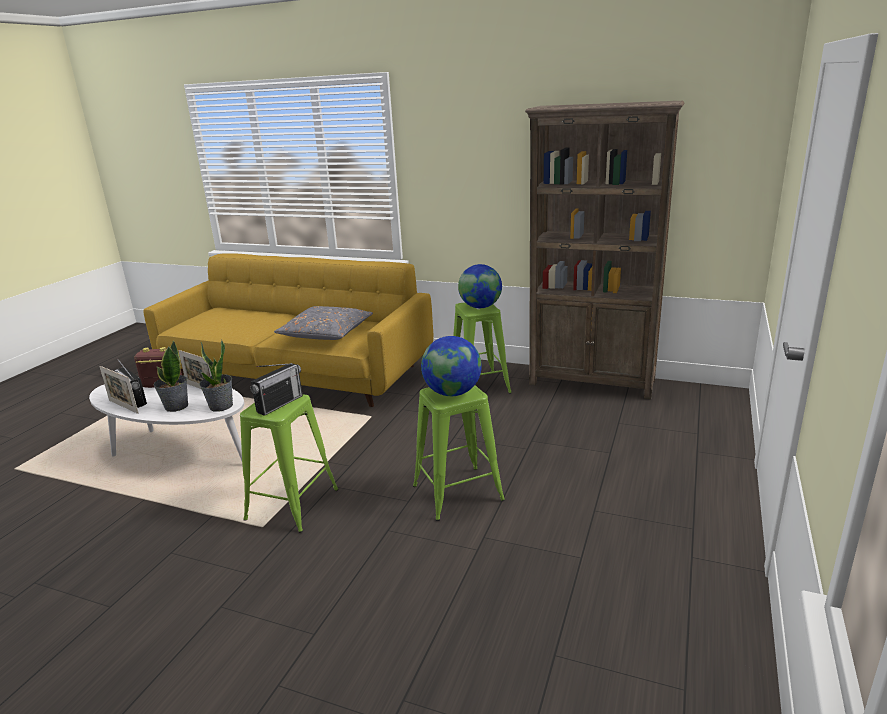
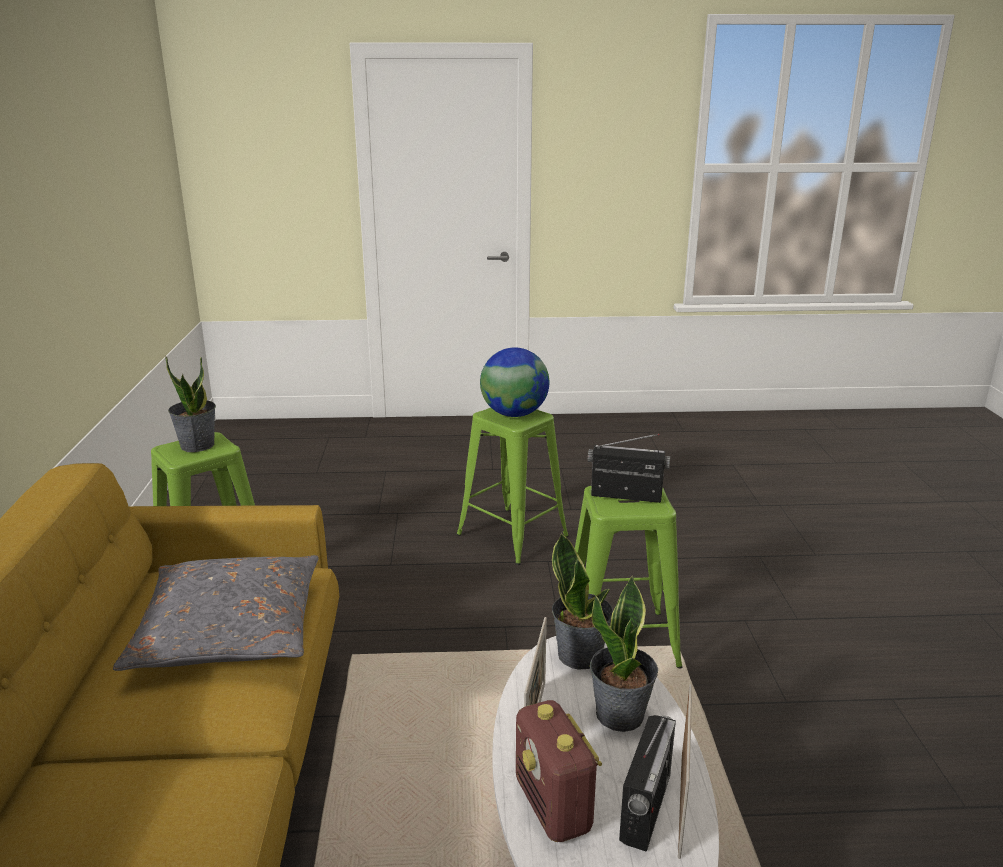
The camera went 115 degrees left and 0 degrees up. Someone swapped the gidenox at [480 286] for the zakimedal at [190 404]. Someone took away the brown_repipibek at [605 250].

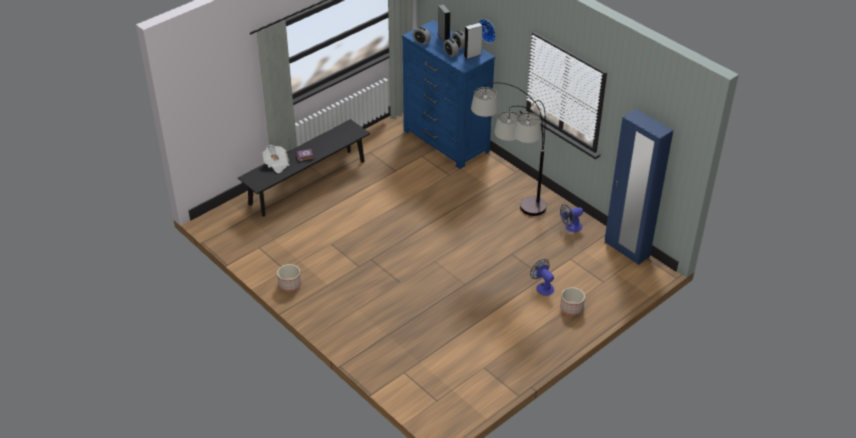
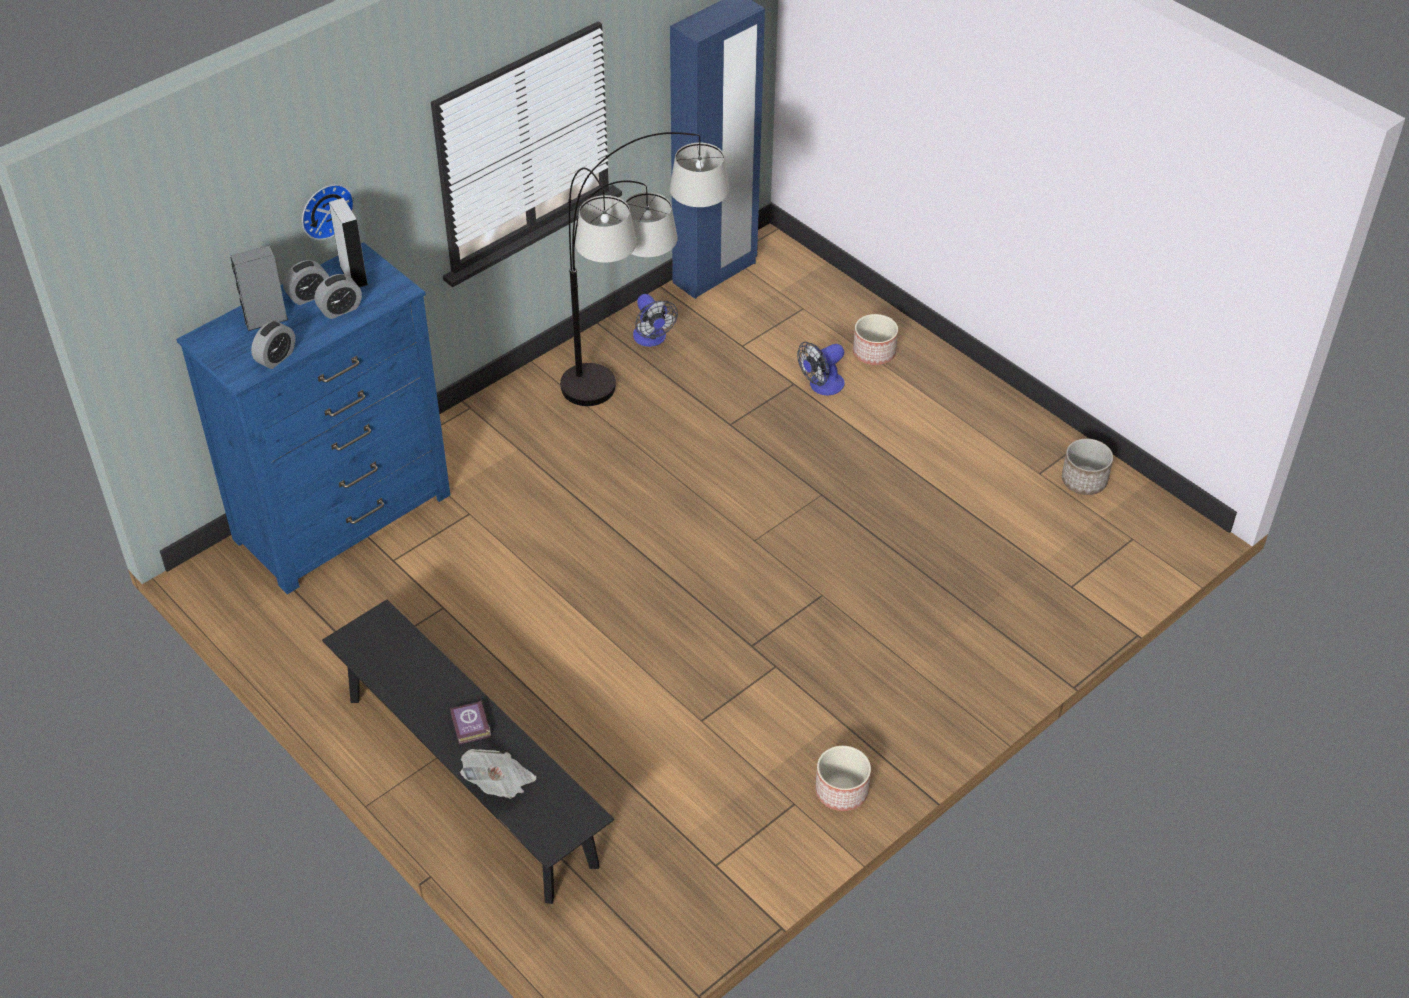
The camera went 90 degrees left and 5 degrees up. Someone put down the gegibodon at [1087 467].

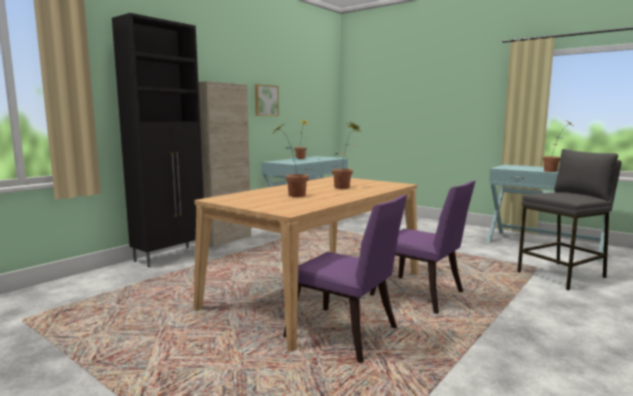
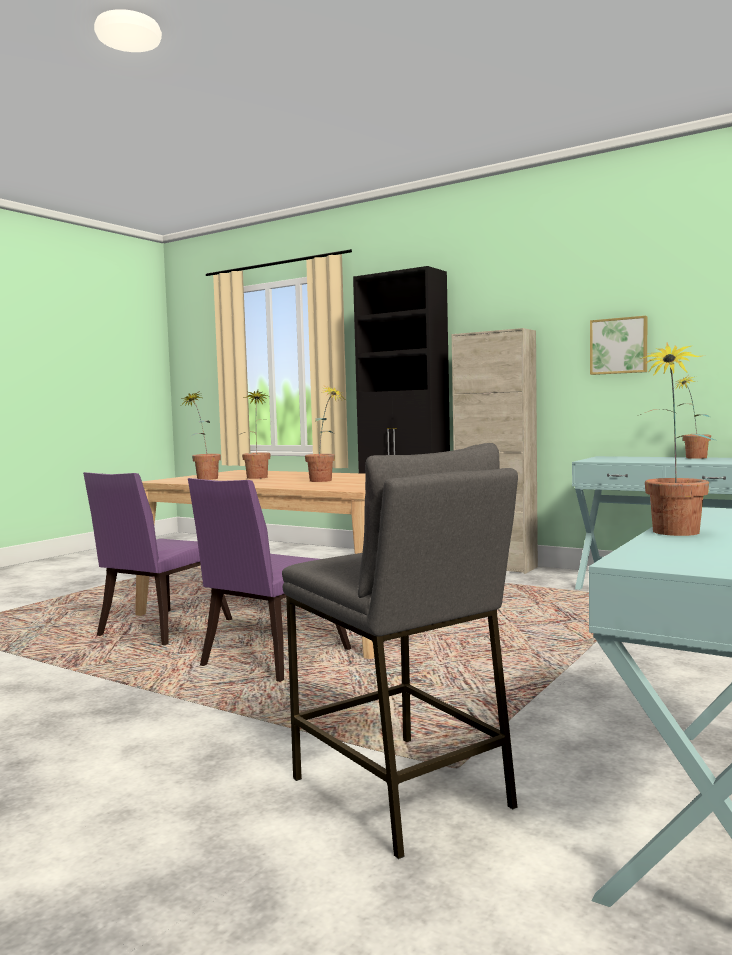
The camera went 85 degrees right and 5 degrees down. Someone put down the zakimedal at [201 436].

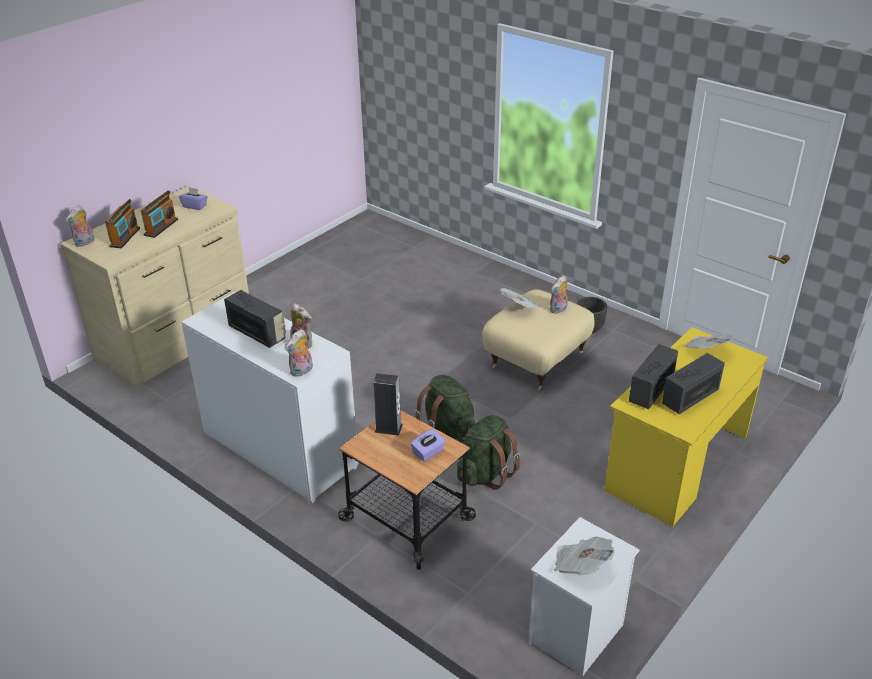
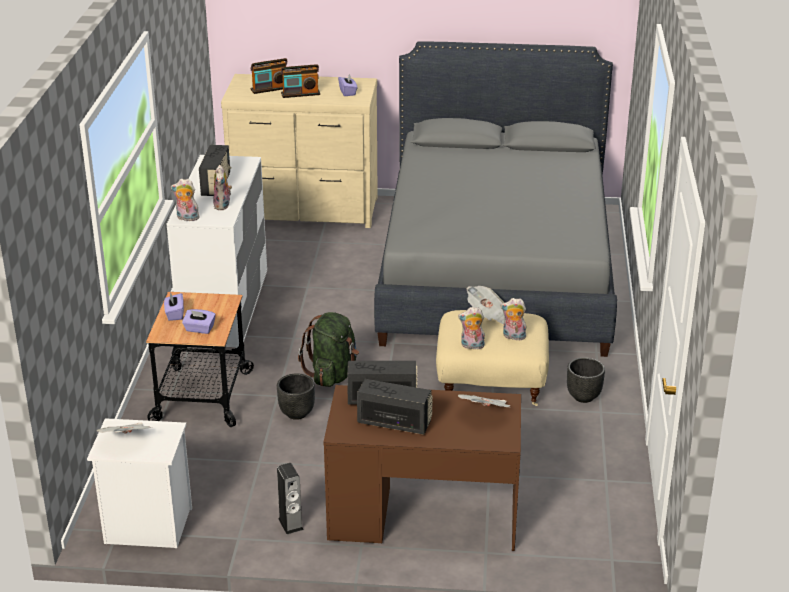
The camera went 55 degrees right and 5 degrees down. Someone put down the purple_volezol at [174 306]. Someone swapped the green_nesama at [488 452] for the black_gegibodon at [296 396]. Someone carried the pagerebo from [388 404] to [290 498]. Someone repainted the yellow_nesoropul at [686 427], which became the brown_nesoropul at [422 468]. Someone put down the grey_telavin at [495 199]. Someone carried the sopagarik from [79 226] to [471 328].

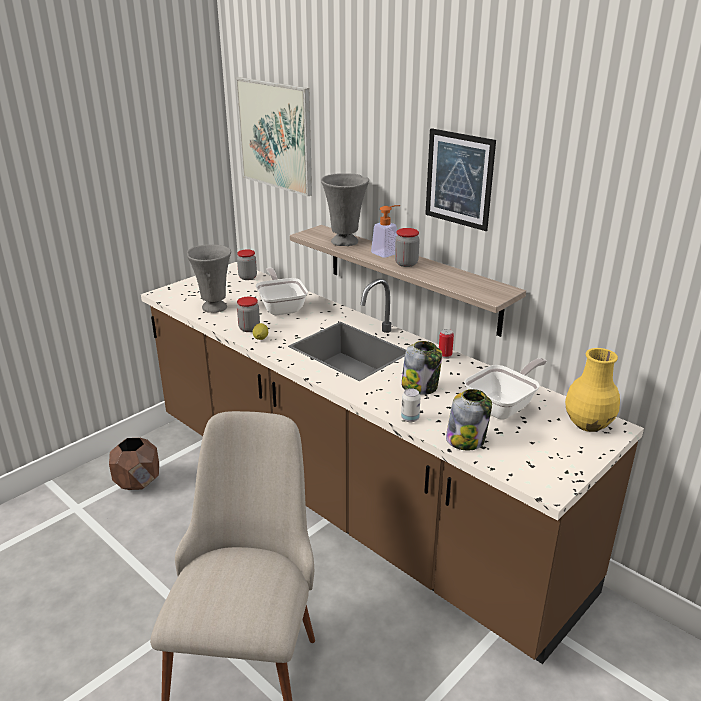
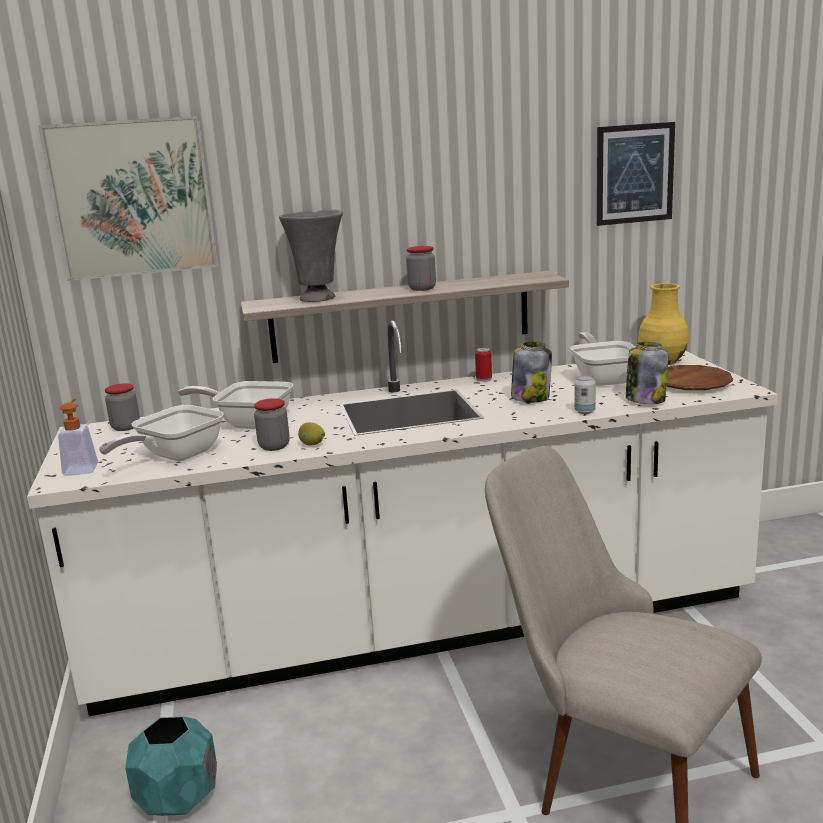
The camera went 55 degrees left and 10 degrees down. Someone repainted the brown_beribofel at [392 463], which became the white_beribofel at [402 518]. Someone carried the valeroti from [385 231] to [78 437]. Someone swapped the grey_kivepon at [209 279] for the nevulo at [161 433]. Someone repainted the brown_gegibodon at [134 464], which became the turquoise_gegibodon at [171 766]. Someone carried the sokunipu from [460 179] to [636 174]. Someone put down the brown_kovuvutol at [700 377].

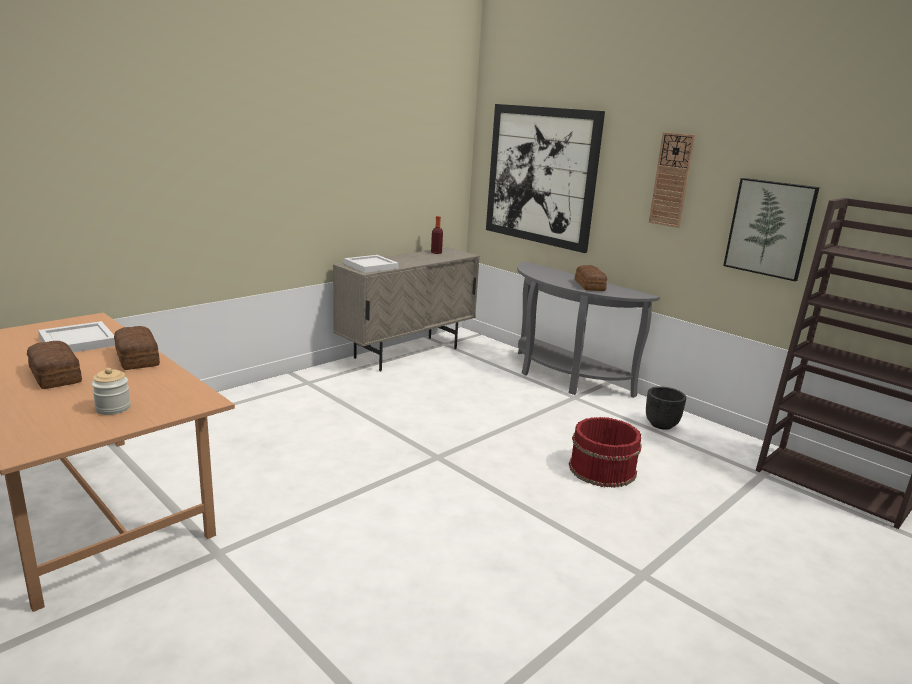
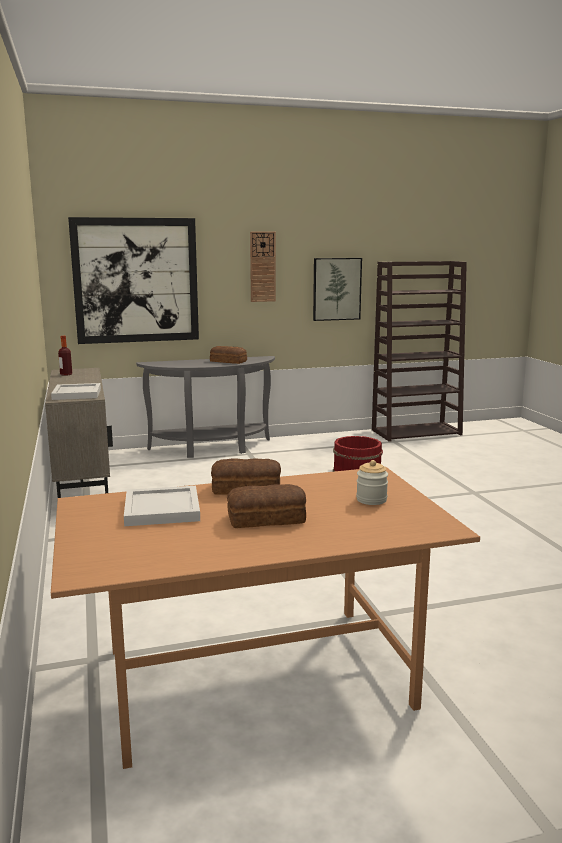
The camera went 60 degrees left and 5 degrees down. Someone took away the black_gegibodon at [666 408].

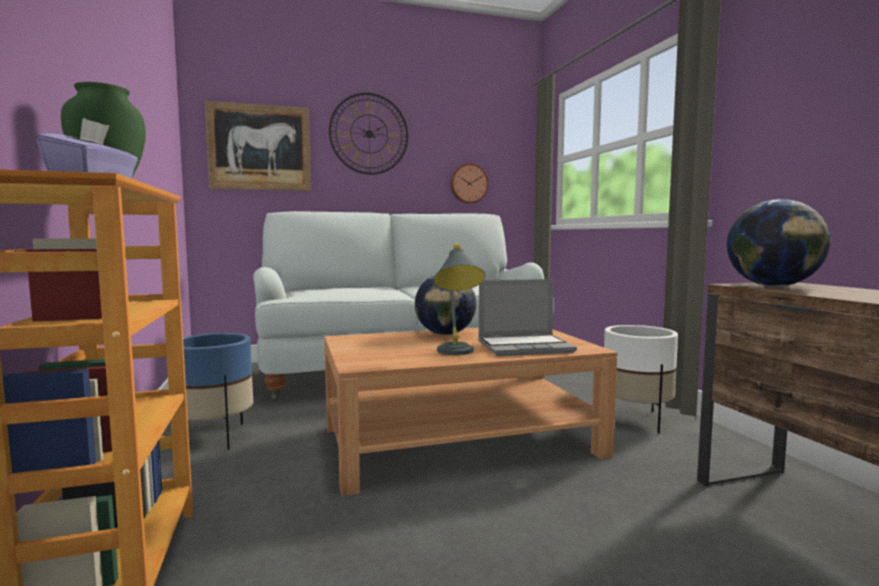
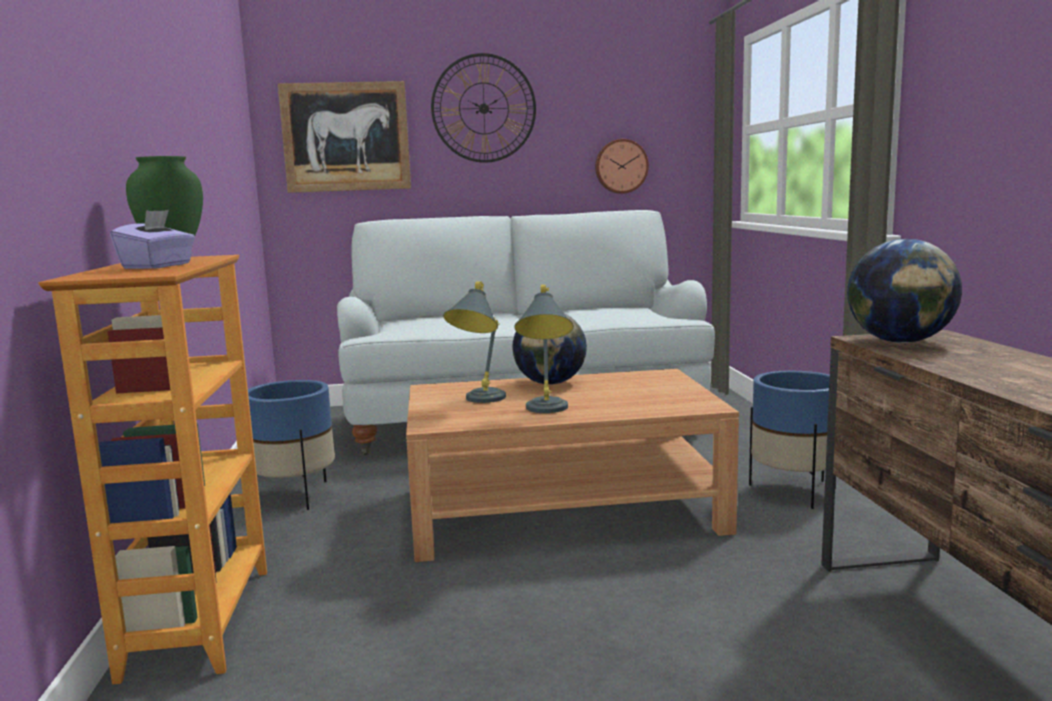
The camera went 10 degrees right and 5 degrees up. Someone put down the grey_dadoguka at [474 342]. Someone repainted the white_gegibodon at [641 379], which became the blue_gegibodon at [789 440]. Someone took away the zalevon at [527 317].

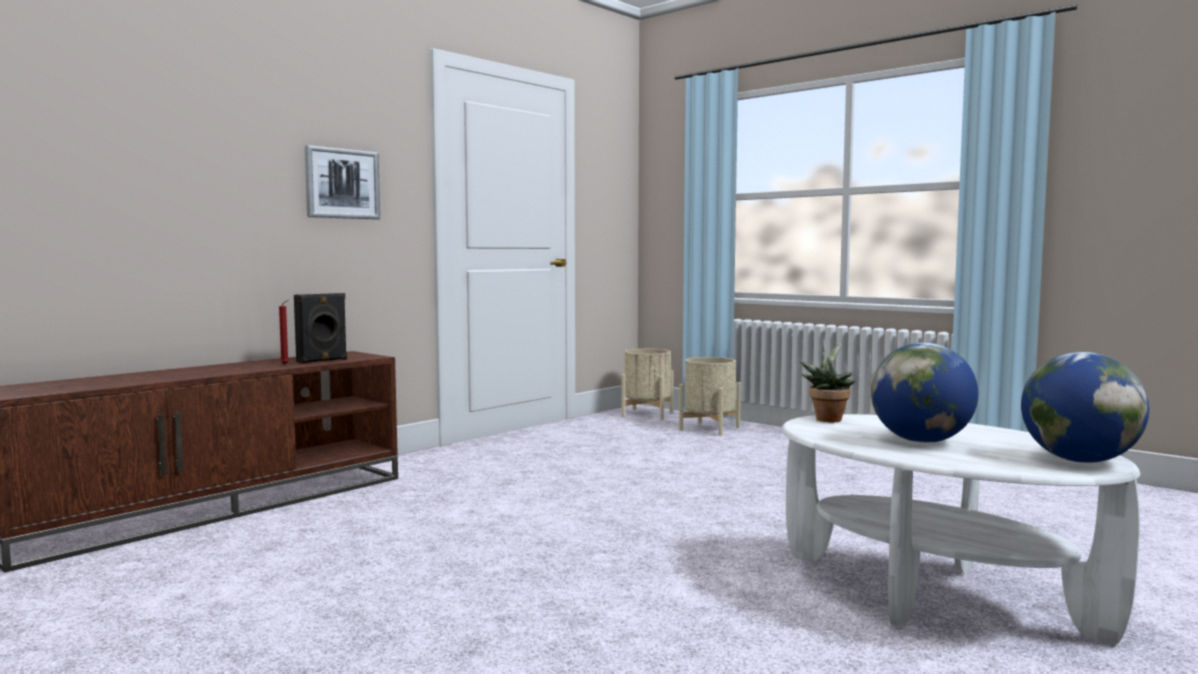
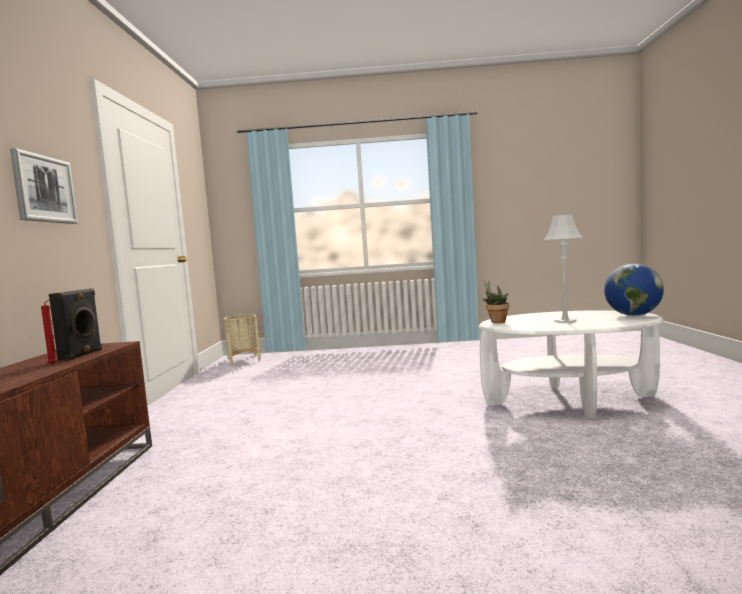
The camera went 40 degrees left and 0 degrees up. Someone swapped the gidenox at [924 393] for the grey_dadoguka at [563 268]. Someone took away the beige_gegibodon at [710 396].

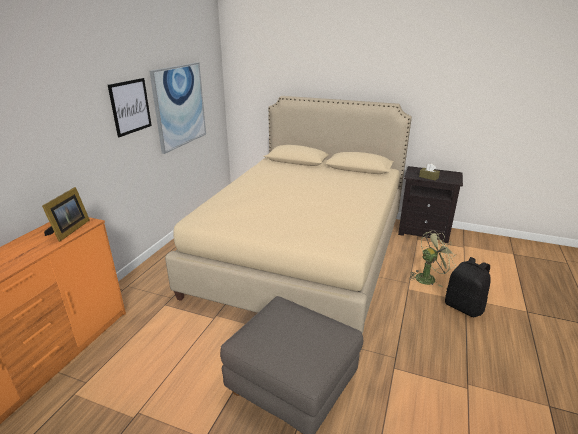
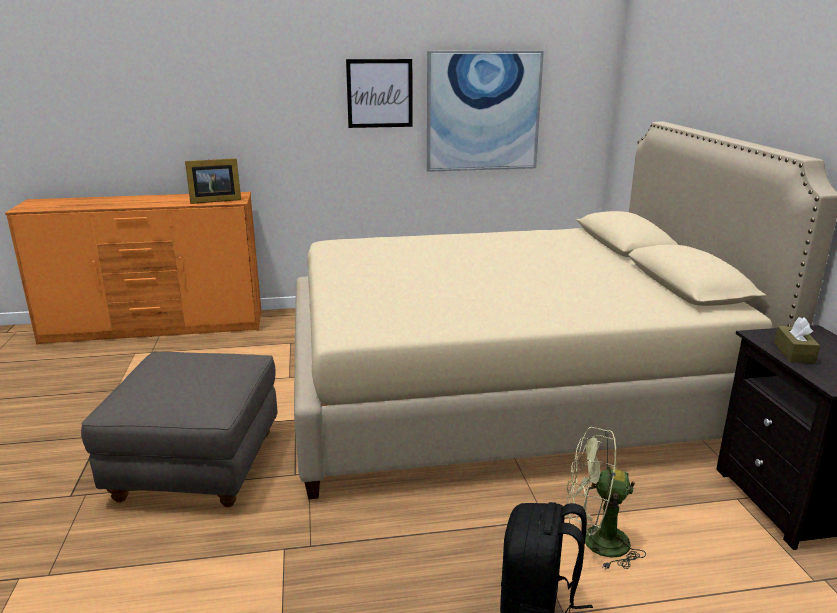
The camera went 60 degrees right and 5 degrees down. Someone rotated the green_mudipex at [433 258] by 150 degrees clockwise.

